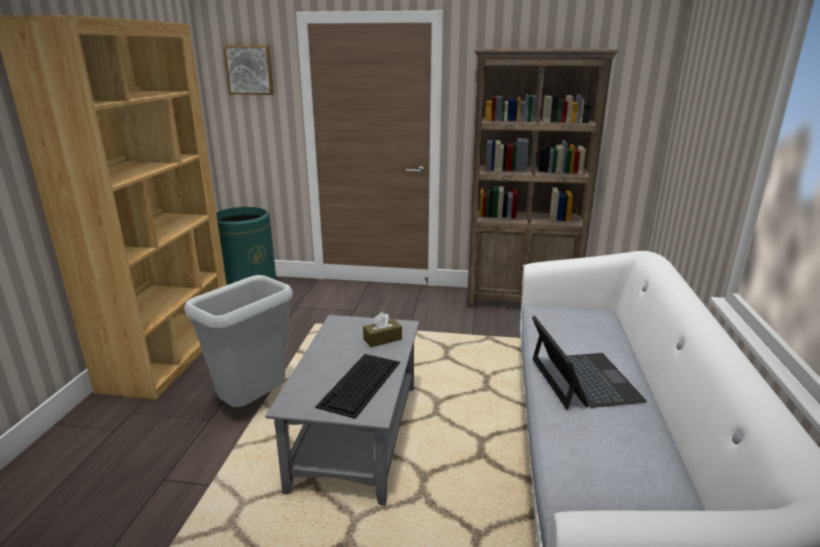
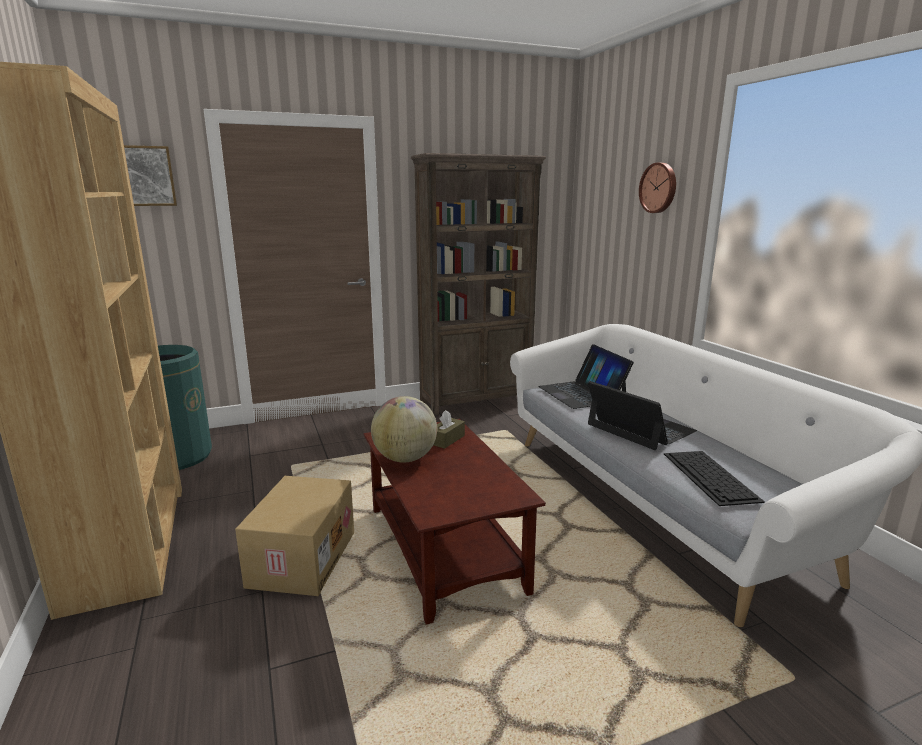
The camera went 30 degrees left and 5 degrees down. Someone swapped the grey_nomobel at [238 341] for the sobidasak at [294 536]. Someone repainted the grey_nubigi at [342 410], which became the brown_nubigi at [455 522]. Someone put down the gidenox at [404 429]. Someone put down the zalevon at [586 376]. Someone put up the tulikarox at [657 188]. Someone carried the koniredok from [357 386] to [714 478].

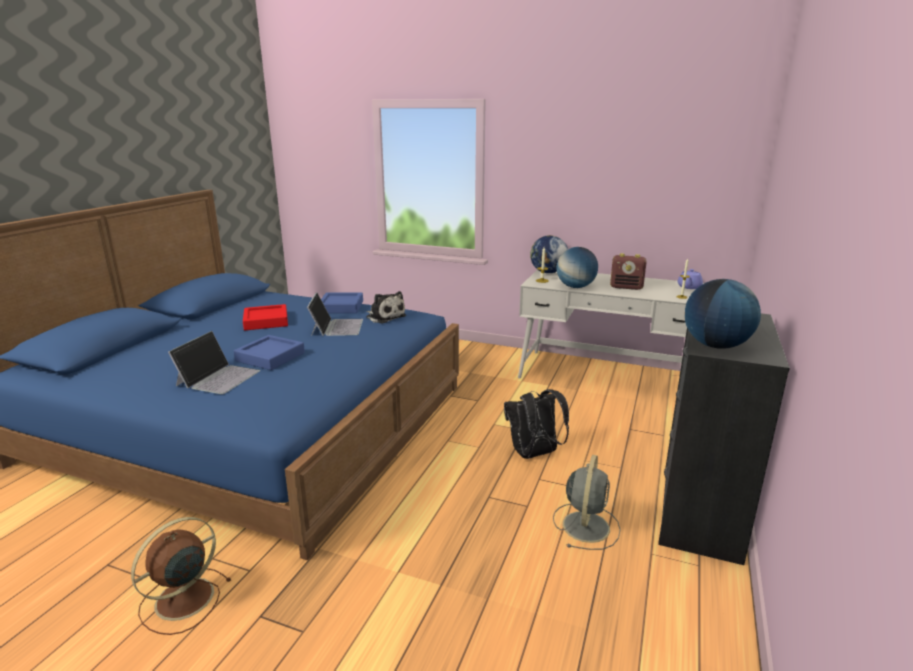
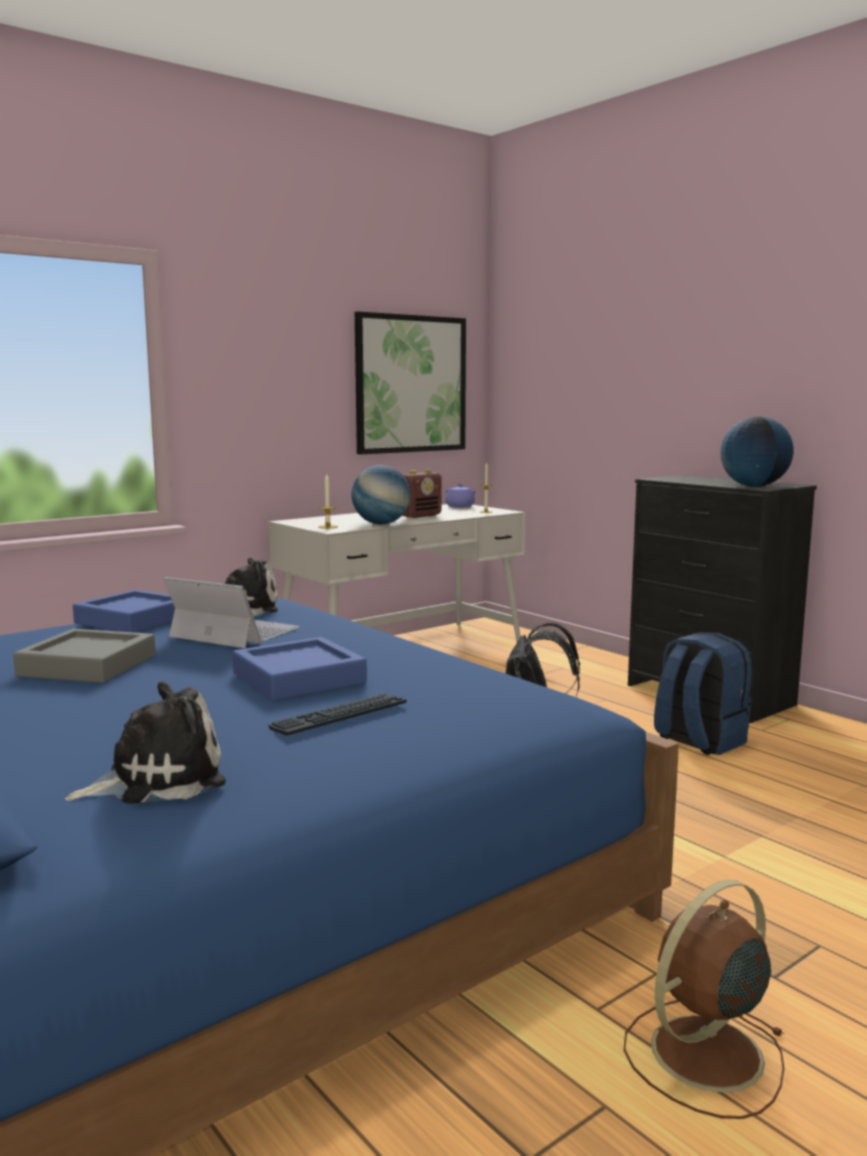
The camera went 60 degrees left and 10 degrees down. Someone repainted the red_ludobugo at [265 317], which became the grey_ludobugo at [84 656]. Someone put down the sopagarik at [145 742]. Someone swapped the zalevon at [214 362] for the koniredok at [337 715]. Someone put up the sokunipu at [410 382]. Someone rotated the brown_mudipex at [181 576] by 75 degrees clockwise. Someone swapped the grey_mudipex at [587 502] for the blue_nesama at [703 693]. Someone took away the gidenox at [549 254].

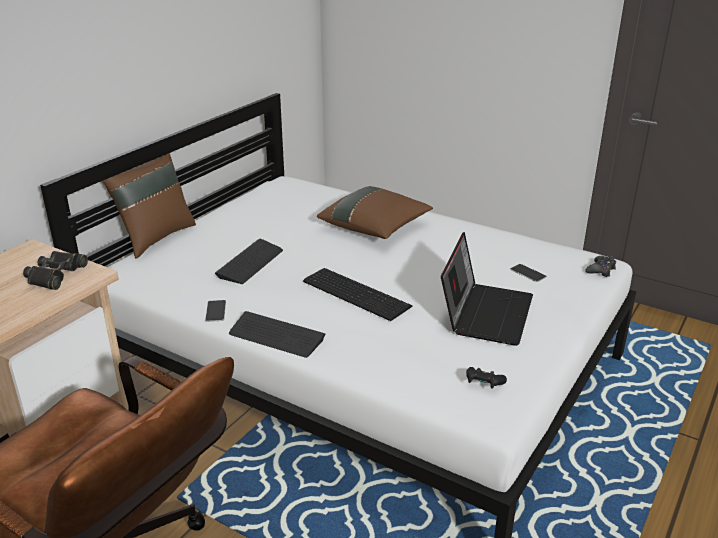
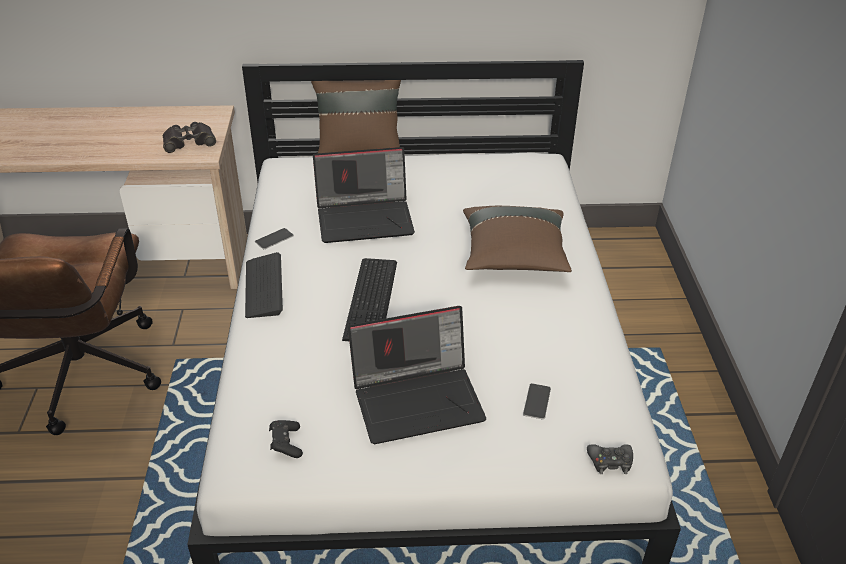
The camera went 55 degrees right and 10 degrees up. Someone swapped the koniredok at [249 261] for the zalevon at [364 195].

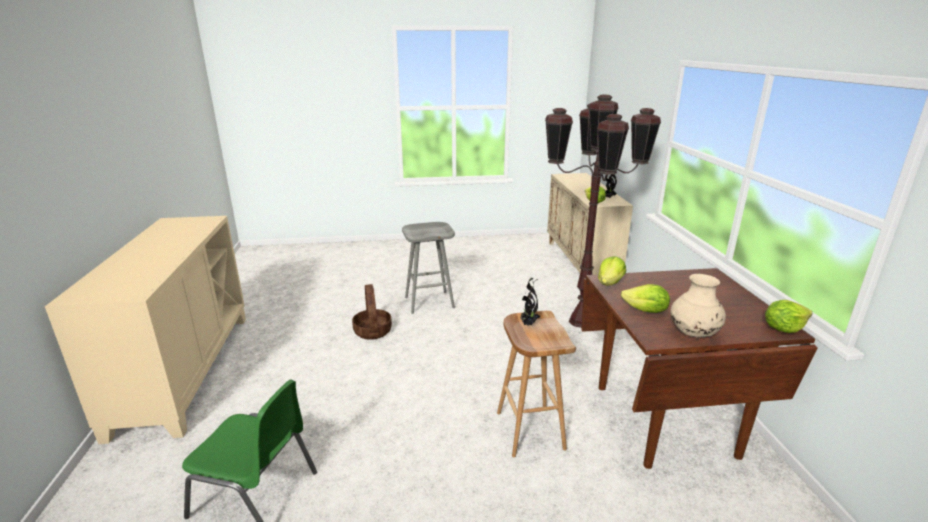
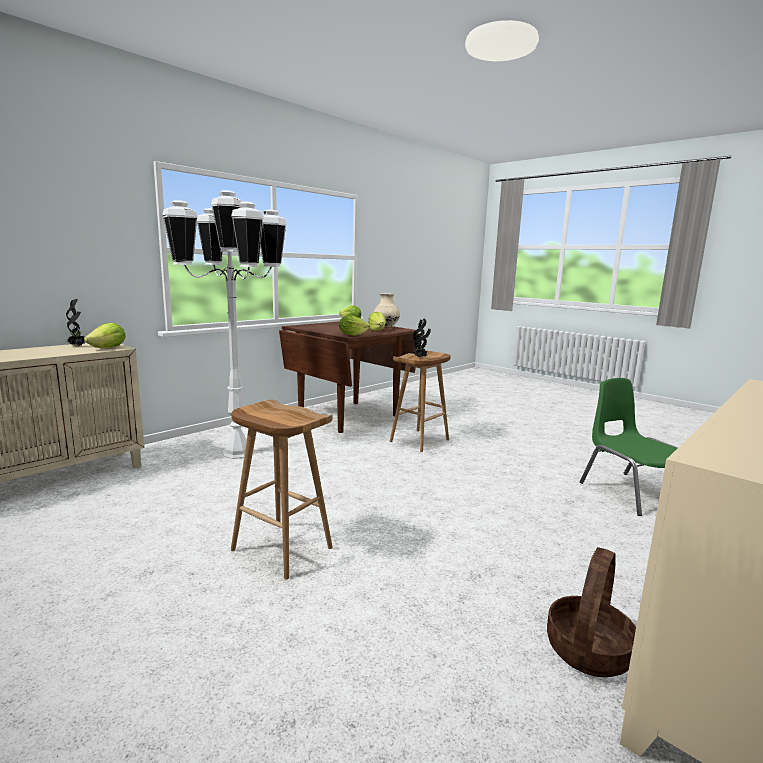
The camera went 130 degrees left and 10 degrees down. Someone repainted the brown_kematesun at [603 211], which became the white_kematesun at [224 324]. Someone repainted the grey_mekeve at [428 268], which became the brown_mekeve at [282 489]. Someone carried the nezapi from [372 312] to [591 612].

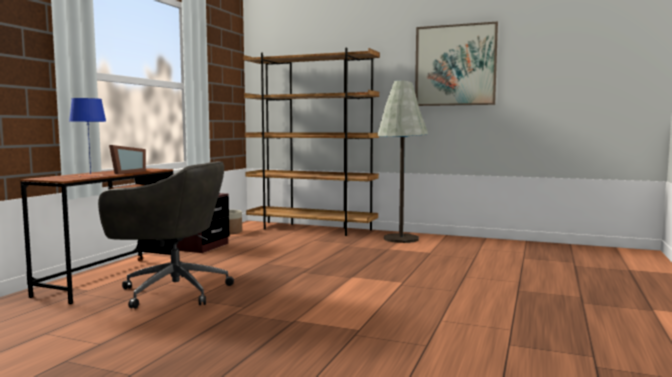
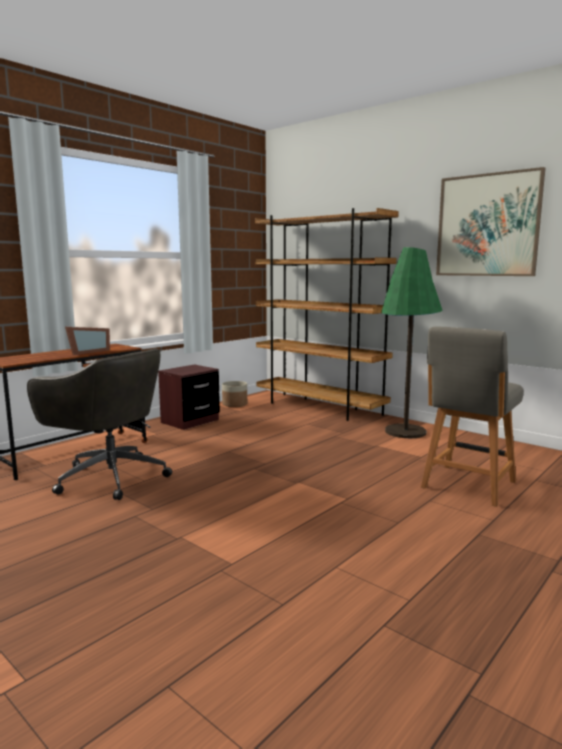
The camera went 20 degrees right and 5 degrees up. Someone repainted the grey_kematesun at [402 161], which became the green_kematesun at [412 342]. Someone put down the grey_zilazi at [472 417]. Someone took away the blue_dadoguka at [87 137].

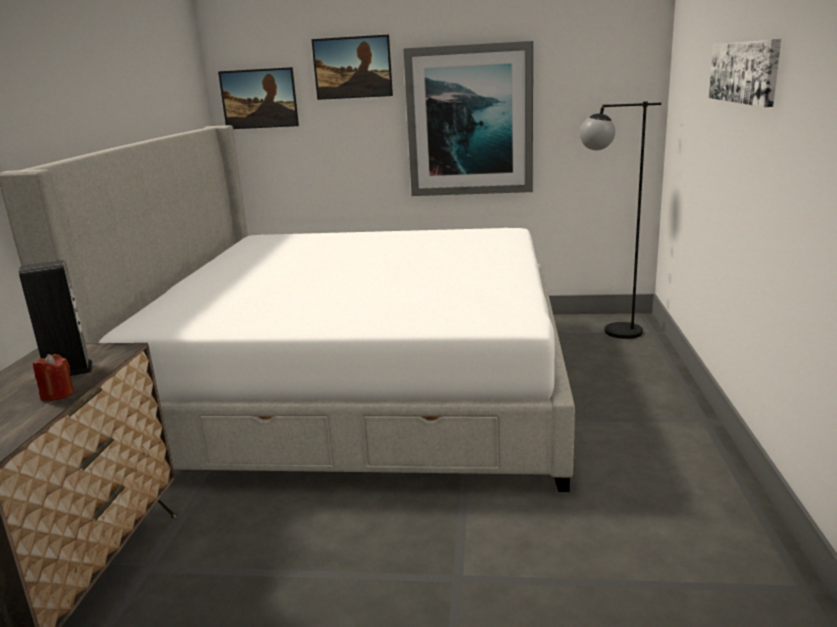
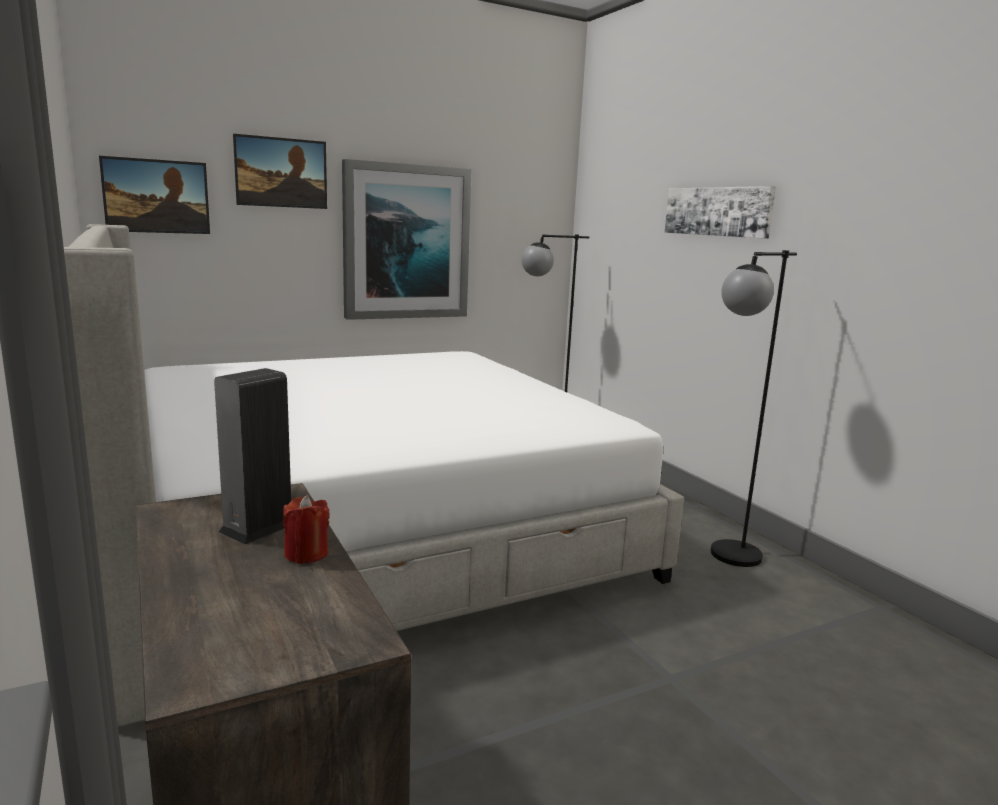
The camera went 35 degrees left and 5 degrees down. Someone put down the black_kematesun at [754 408].

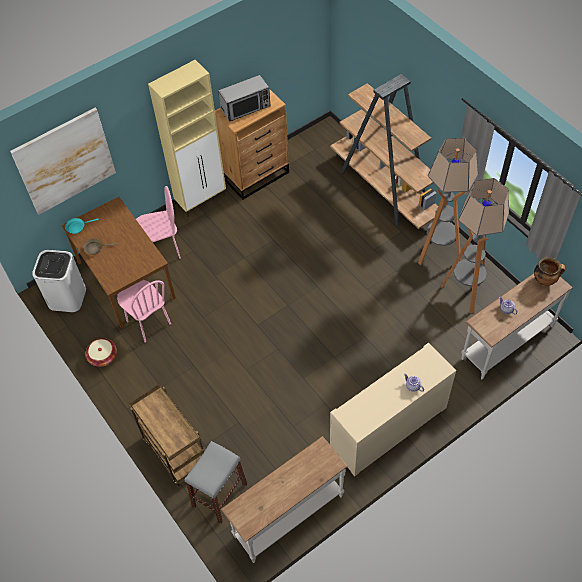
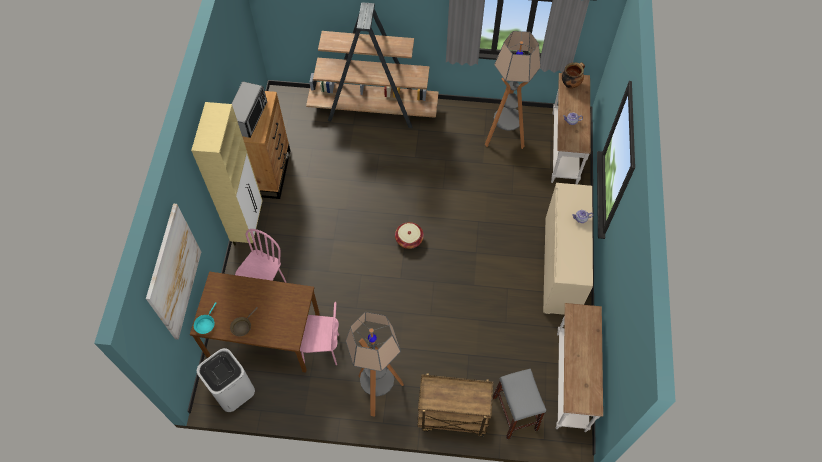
The camera went 50 degrees left and 5 degrees up. Someone carried the kematesun from [448 201] to [375 364]. Someone carried the nezapi from [101 352] to [409 235].

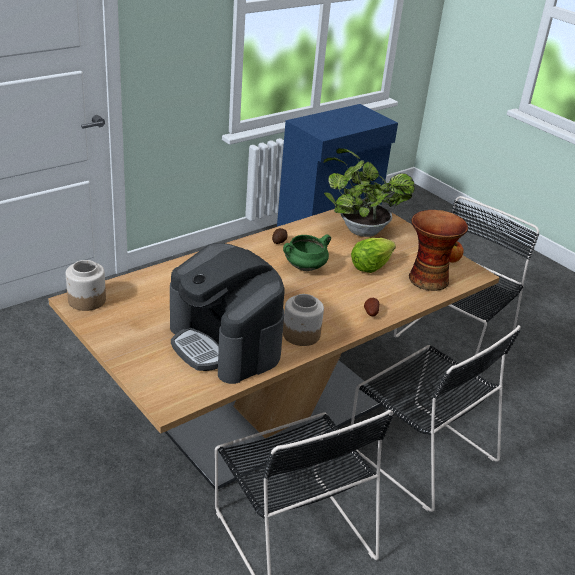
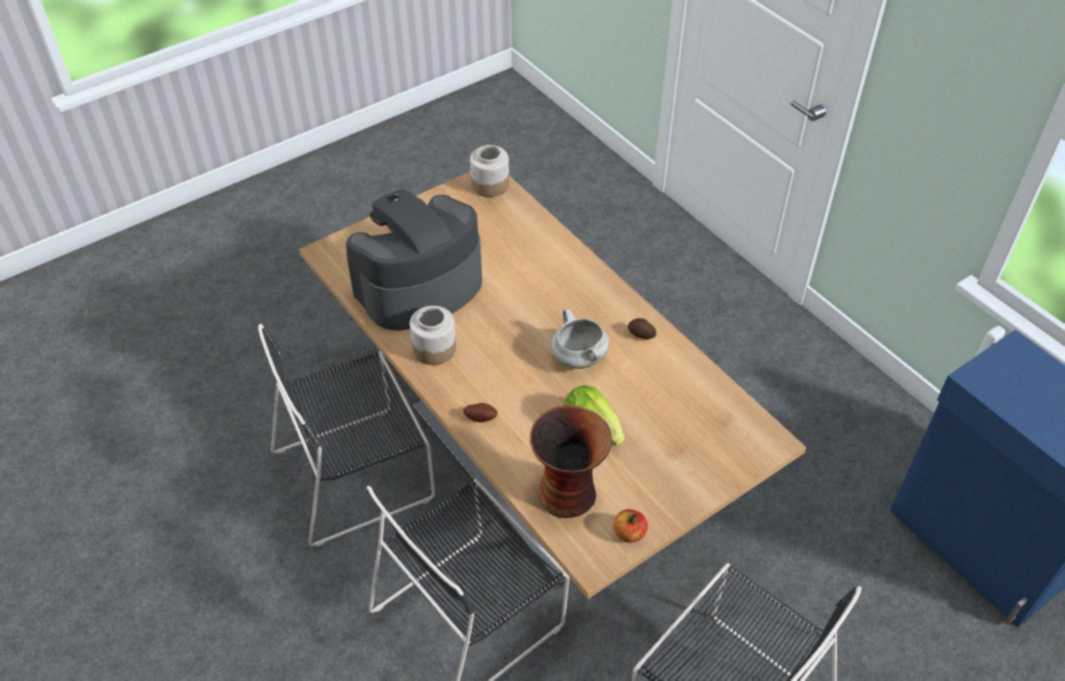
The camera went 95 degrees right and 15 degrees up. Someone repainted the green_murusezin at [307 252], which became the white_murusezin at [580 339]. Someone took away the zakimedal at [369 192].

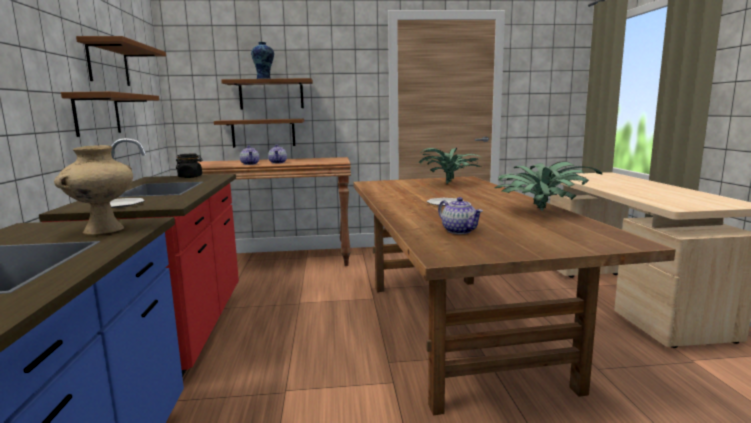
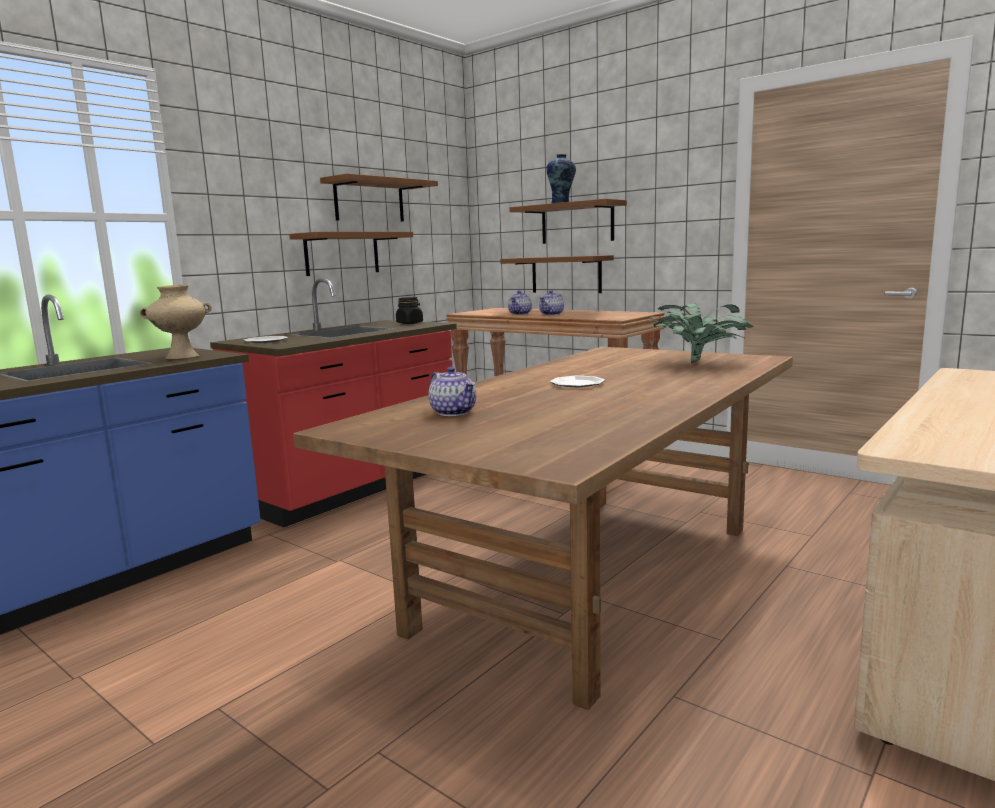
The camera went 45 degrees right and 0 degrees up. Someone rotated the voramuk at [460 215] by 45 degrees counterclockwise. Someone took away the zakimedal at [549 186].

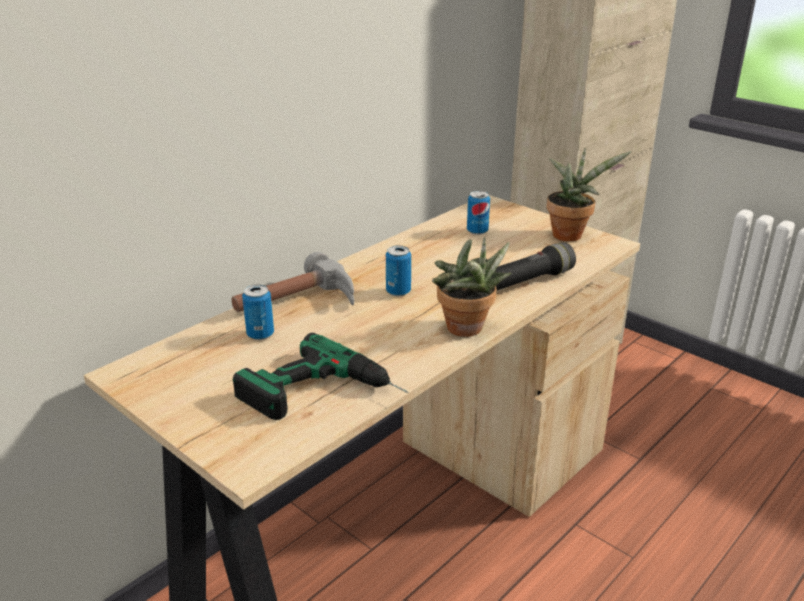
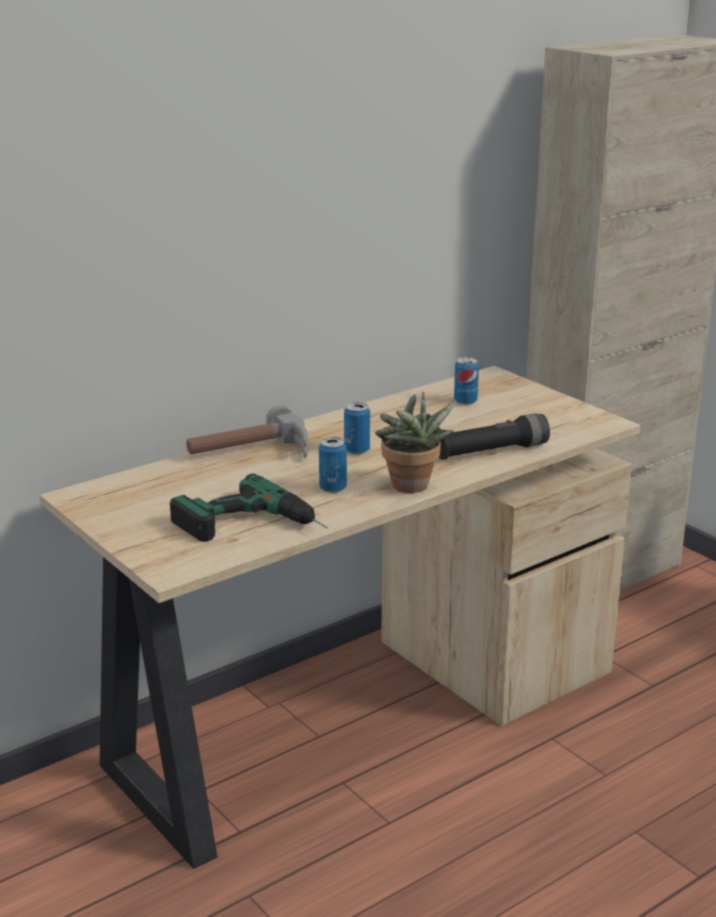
The camera went 10 degrees right and 5 degrees down. Someone carried the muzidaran from [258 312] to [333 465]. Someone took away the zakimedal at [589 194].

